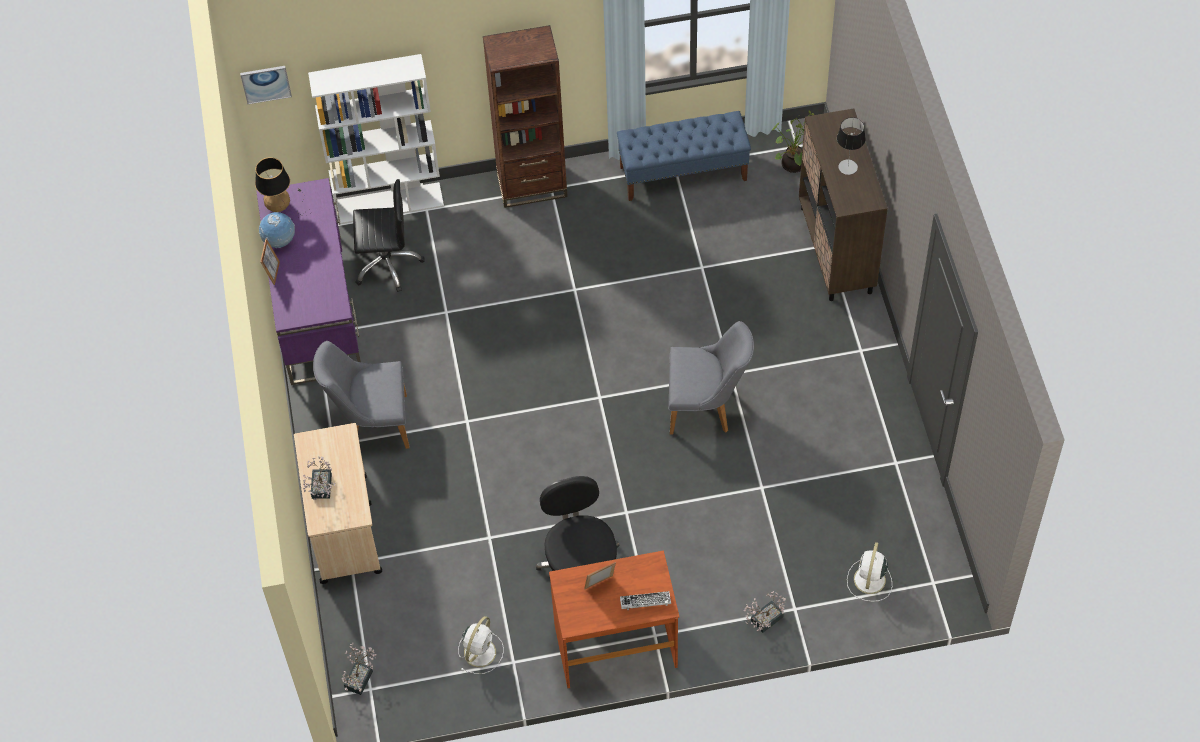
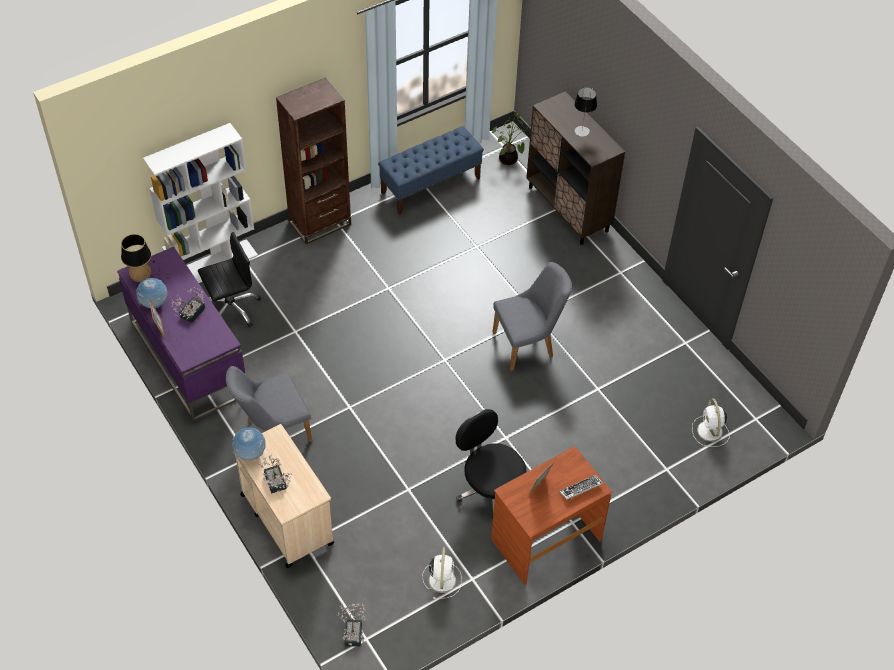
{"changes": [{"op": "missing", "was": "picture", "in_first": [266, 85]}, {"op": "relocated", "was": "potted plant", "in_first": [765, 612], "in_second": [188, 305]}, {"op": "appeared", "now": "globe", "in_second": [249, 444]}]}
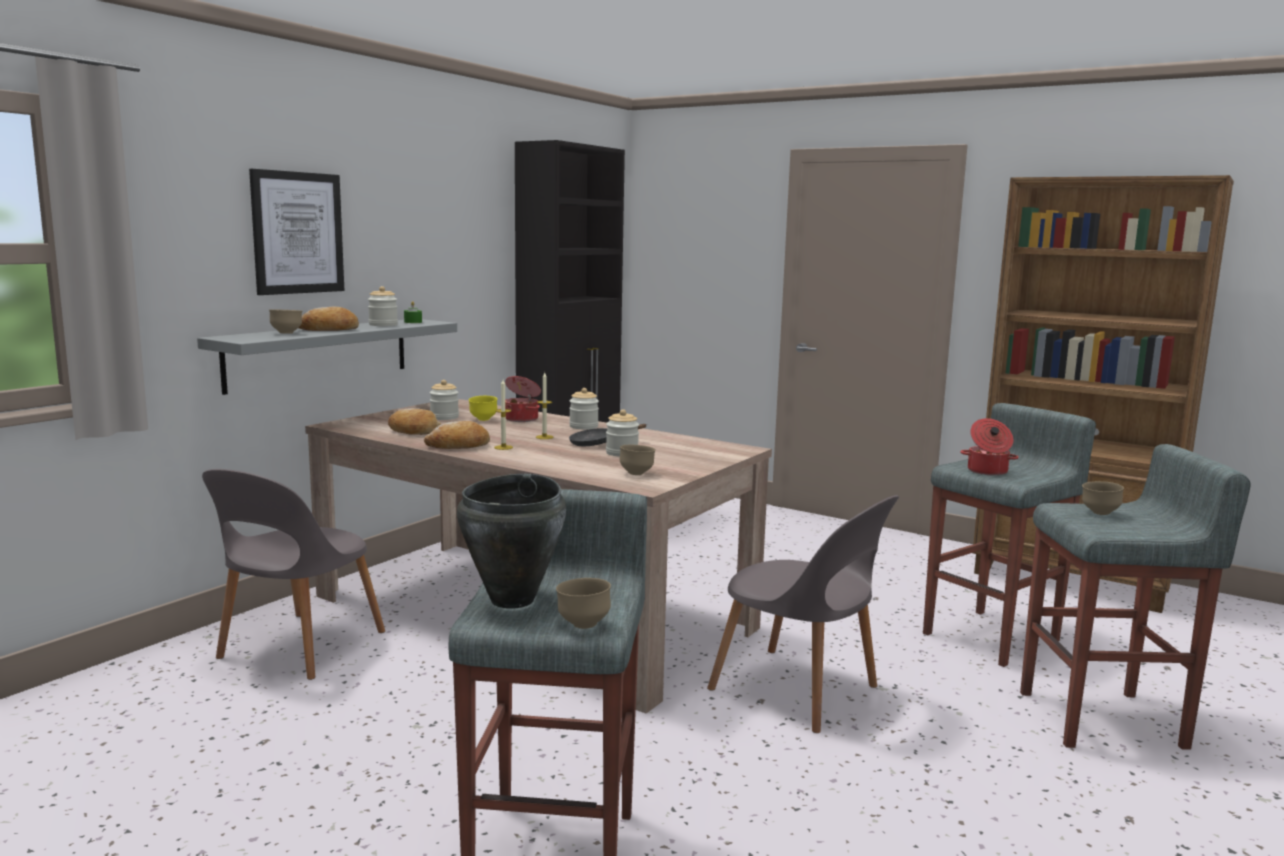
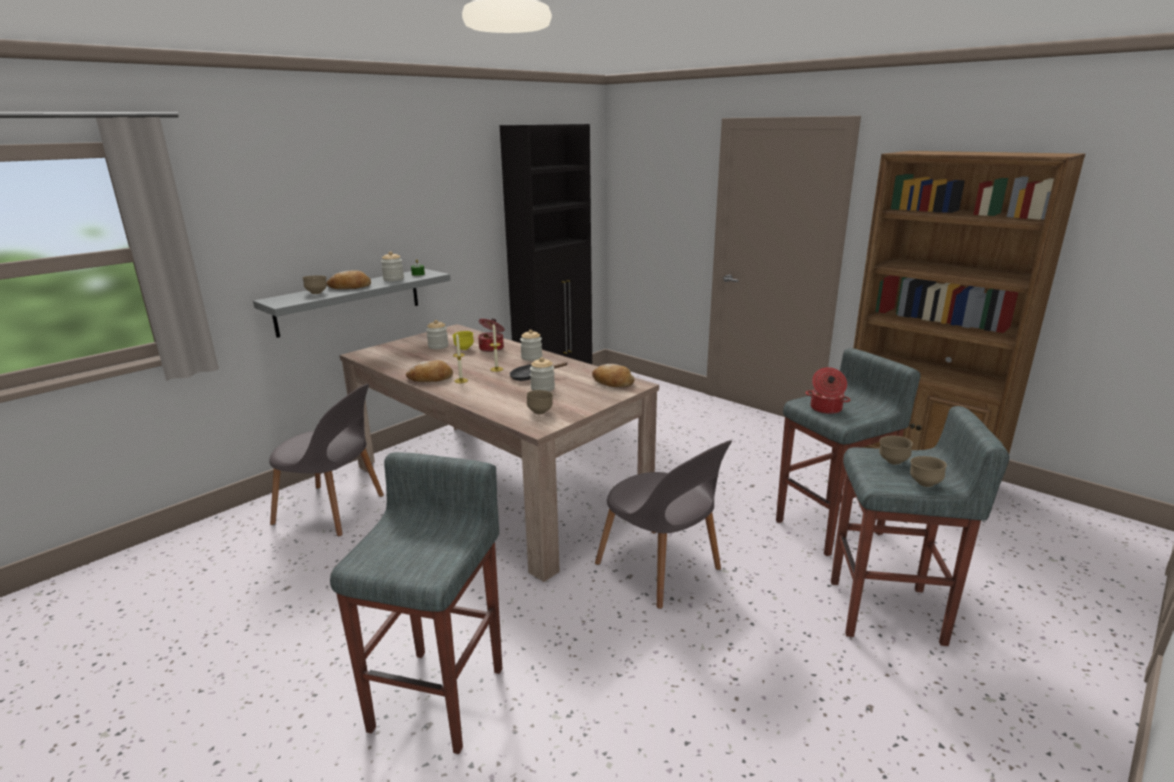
{"changes": [{"op": "missing", "was": "picture", "in_first": [296, 232]}, {"op": "relocated", "was": "bread", "in_first": [414, 421], "in_second": [613, 375]}, {"op": "spun", "was": "grey chair", "in_first": [293, 574], "in_second": [326, 460], "clockwise": -105}, {"op": "missing", "was": "black cooking pot", "in_first": [511, 541]}, {"op": "relocated", "was": "brown bowl", "in_first": [583, 603], "in_second": [928, 471]}]}
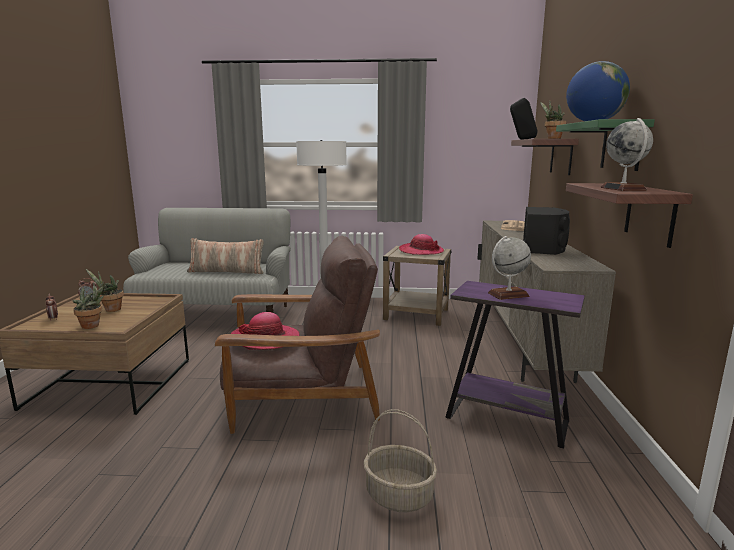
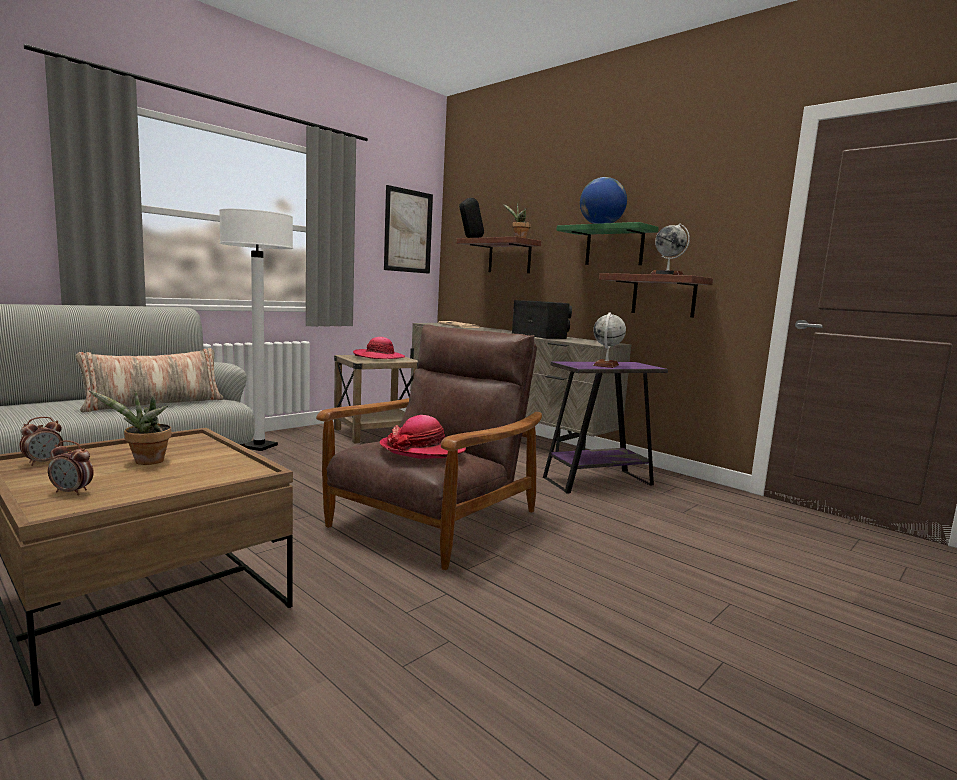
{"changes": [{"op": "missing", "was": "potted plant", "in_first": [88, 305]}, {"op": "missing", "was": "basket", "in_first": [400, 460]}, {"op": "appeared", "now": "picture", "in_second": [408, 229]}]}
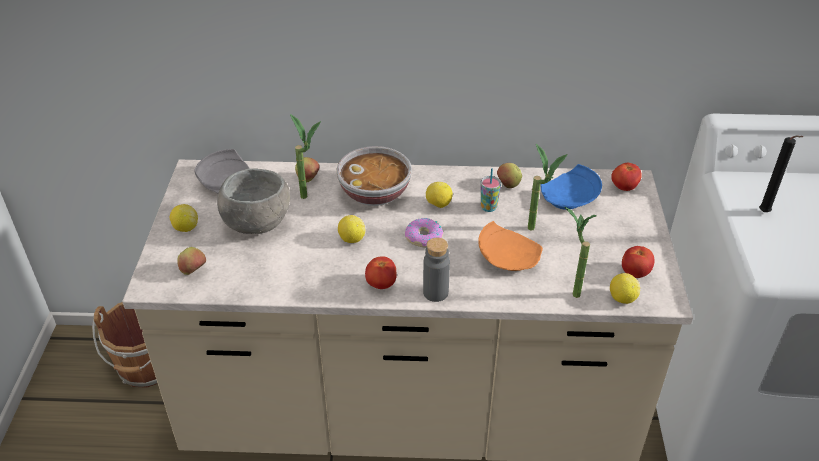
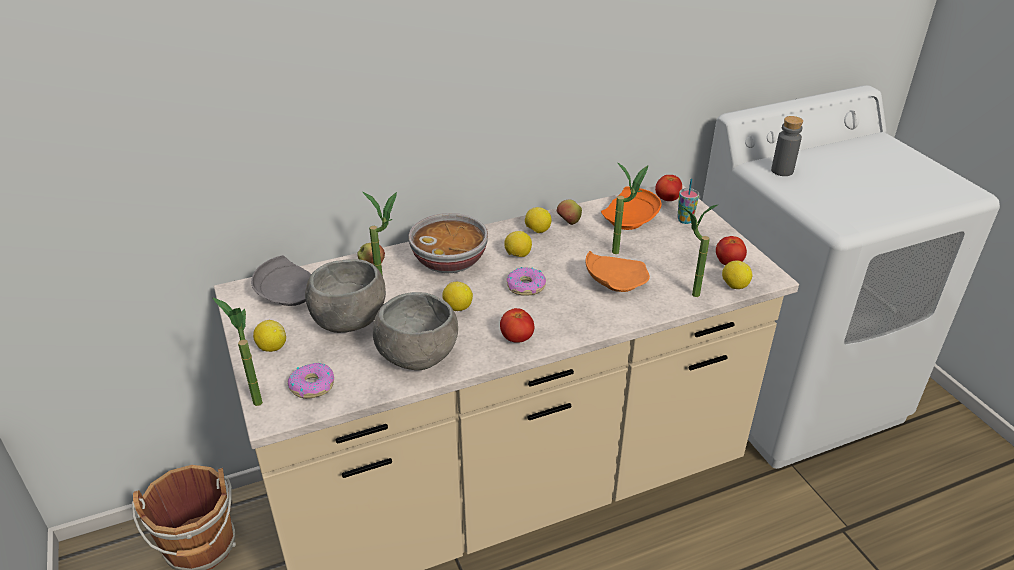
{"changes": [{"op": "missing", "was": "black candle", "in_first": [781, 174]}, {"op": "colour", "was": "blue plate", "now": "orange plate", "in_first": [571, 187], "in_second": [631, 208]}, {"op": "relocated", "was": "cup", "in_first": [491, 190], "in_second": [688, 201]}, {"op": "relocated", "was": "grey bottle", "in_first": [436, 270], "in_second": [787, 146]}, {"op": "exchanged", "was": "apple", "now": "donut", "in_first": [191, 261], "in_second": [311, 381]}, {"op": "appeared", "now": "lemon", "in_second": [538, 220]}, {"op": "appeared", "now": "grey bowl", "in_second": [415, 331]}, {"op": "appeared", "now": "potted plant", "in_second": [238, 352]}]}
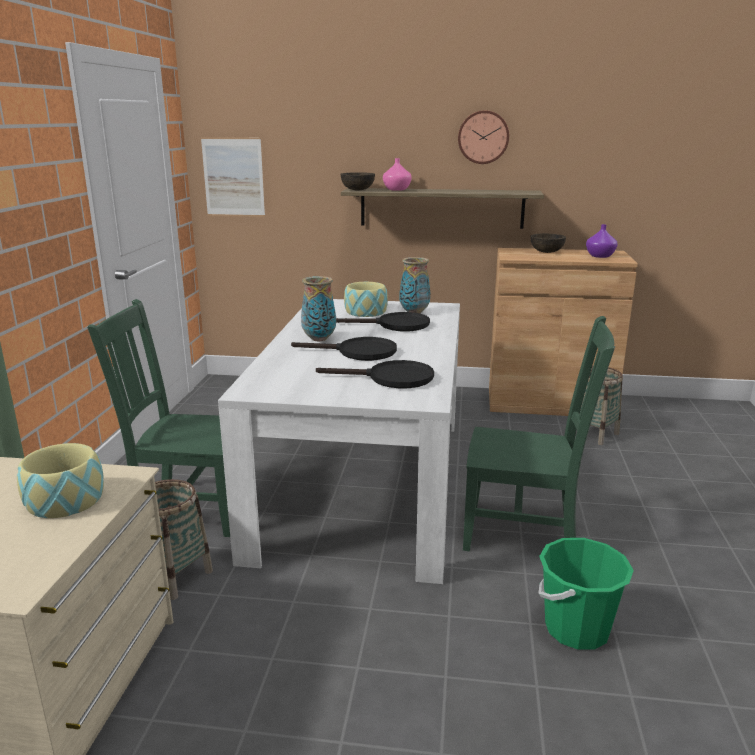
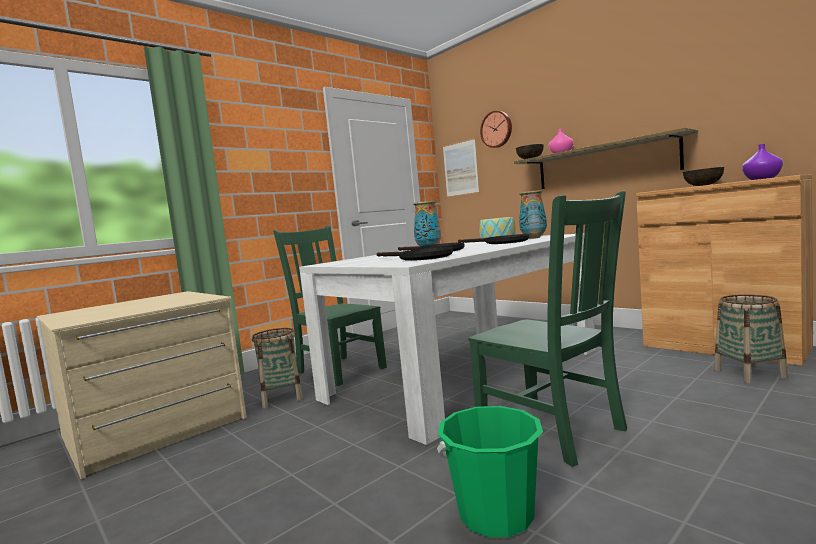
{"changes": [{"op": "relocated", "was": "wall clock", "in_first": [483, 137], "in_second": [496, 129]}, {"op": "missing", "was": "bowl", "in_first": [60, 480]}]}
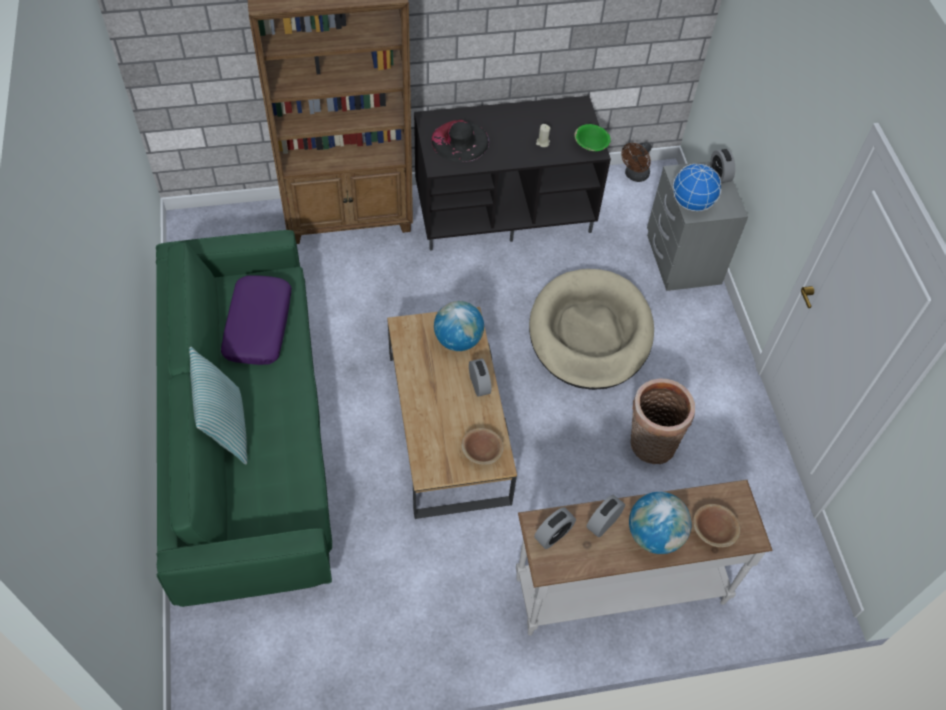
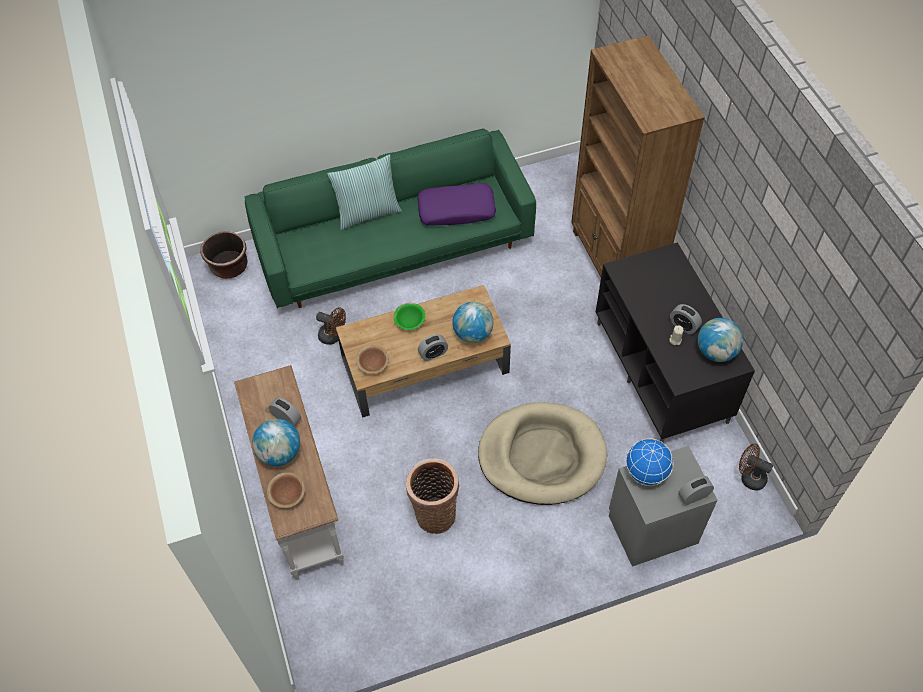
{"changes": [{"op": "missing", "was": "black hat", "in_first": [460, 141]}, {"op": "relocated", "was": "green bowl", "in_first": [592, 137], "in_second": [409, 316]}, {"op": "relocated", "was": "alarm clock", "in_first": [555, 528], "in_second": [686, 319]}, {"op": "appeared", "now": "brown planter", "in_second": [224, 255]}, {"op": "appeared", "now": "brown fan", "in_second": [331, 326]}, {"op": "appeared", "now": "globe", "in_second": [720, 340]}]}
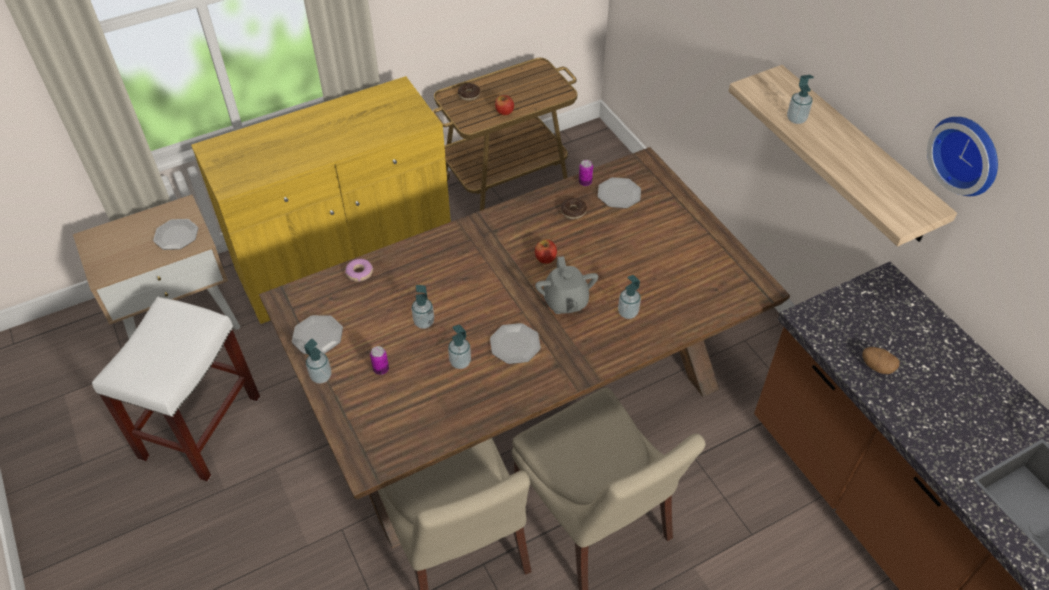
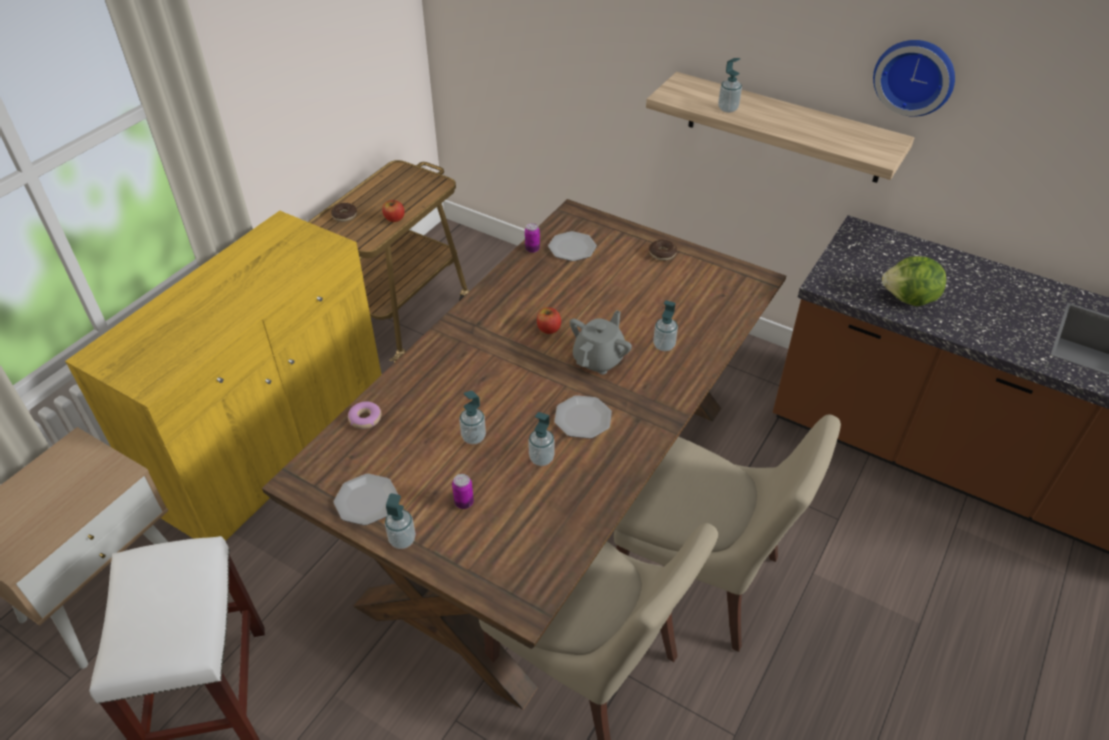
{"changes": [{"op": "relocated", "was": "donut", "in_first": [574, 208], "in_second": [663, 250]}, {"op": "missing", "was": "plate", "in_first": [175, 234]}, {"op": "spun", "was": "grey teapot", "in_first": [566, 285], "in_second": [601, 342], "clockwise": -105}, {"op": "exchanged", "was": "potato", "now": "lettuce", "in_first": [881, 360], "in_second": [914, 281]}]}
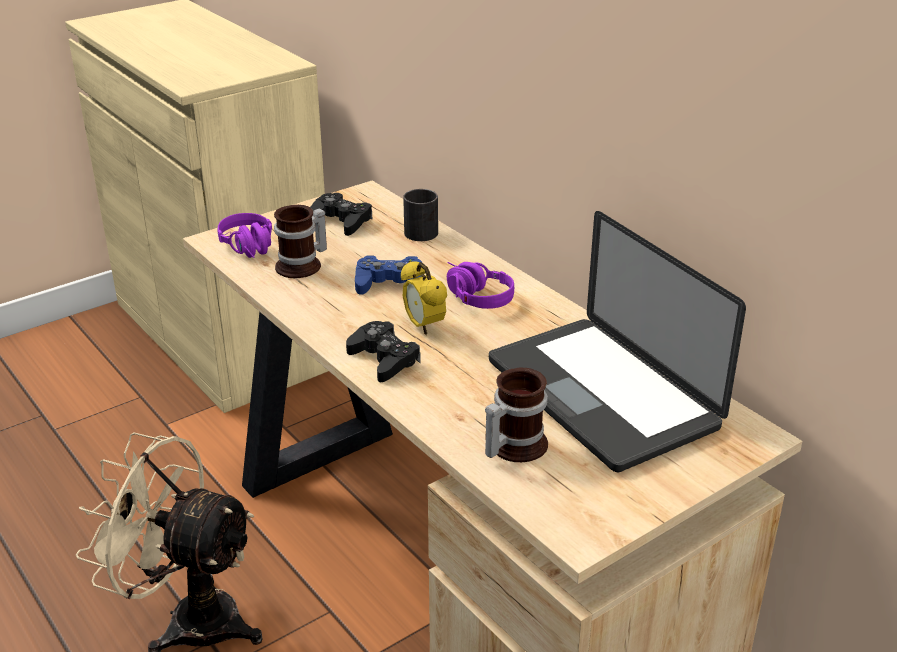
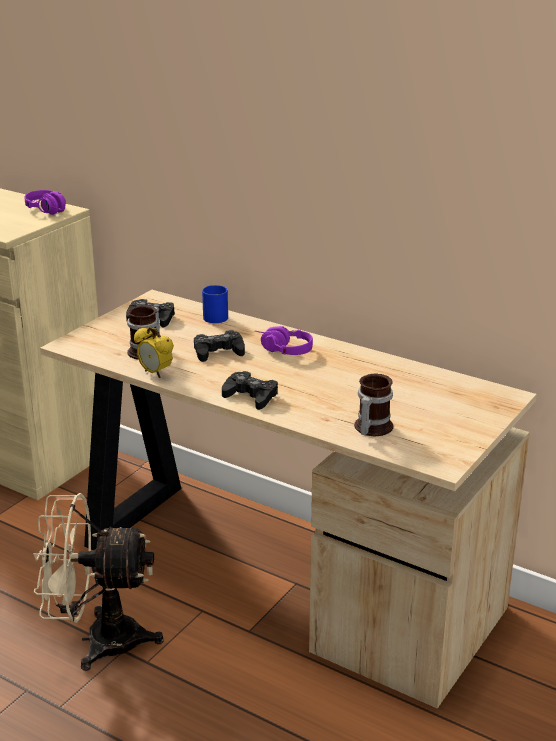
{"changes": [{"op": "colour", "was": "black mug", "now": "blue mug", "in_first": [420, 215], "in_second": [215, 304]}, {"op": "missing", "was": "laptop", "in_first": [617, 341]}, {"op": "relocated", "was": "purple headphones", "in_first": [245, 235], "in_second": [45, 202]}, {"op": "colour", "was": "blue game controller", "now": "black game controller", "in_first": [388, 274], "in_second": [219, 346]}, {"op": "relocated", "was": "alarm clock", "in_first": [424, 297], "in_second": [154, 352]}]}
